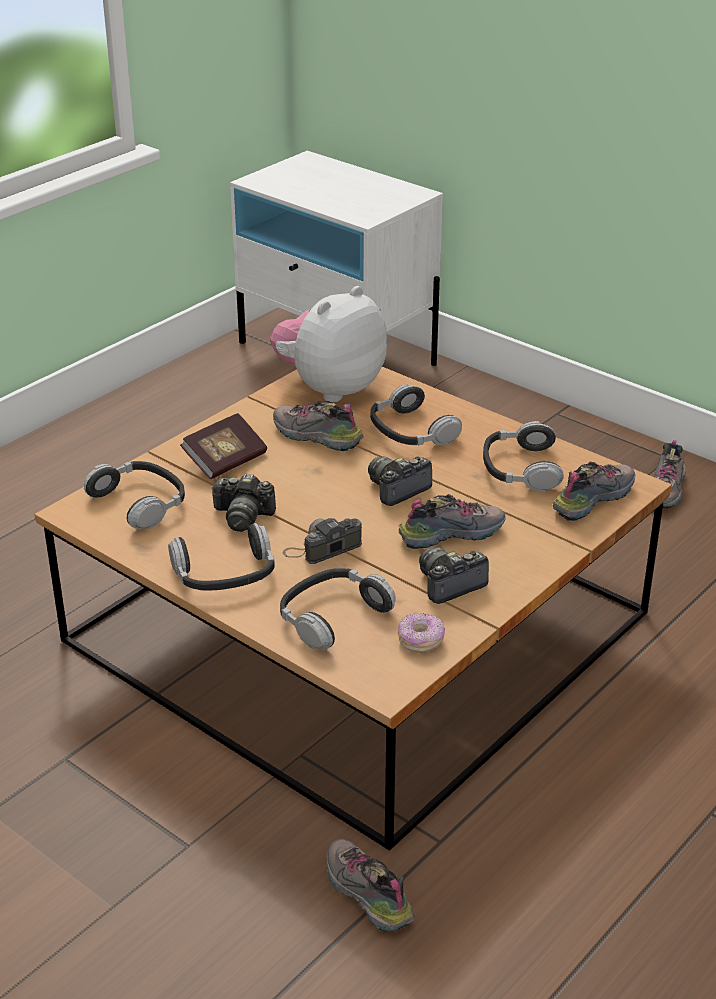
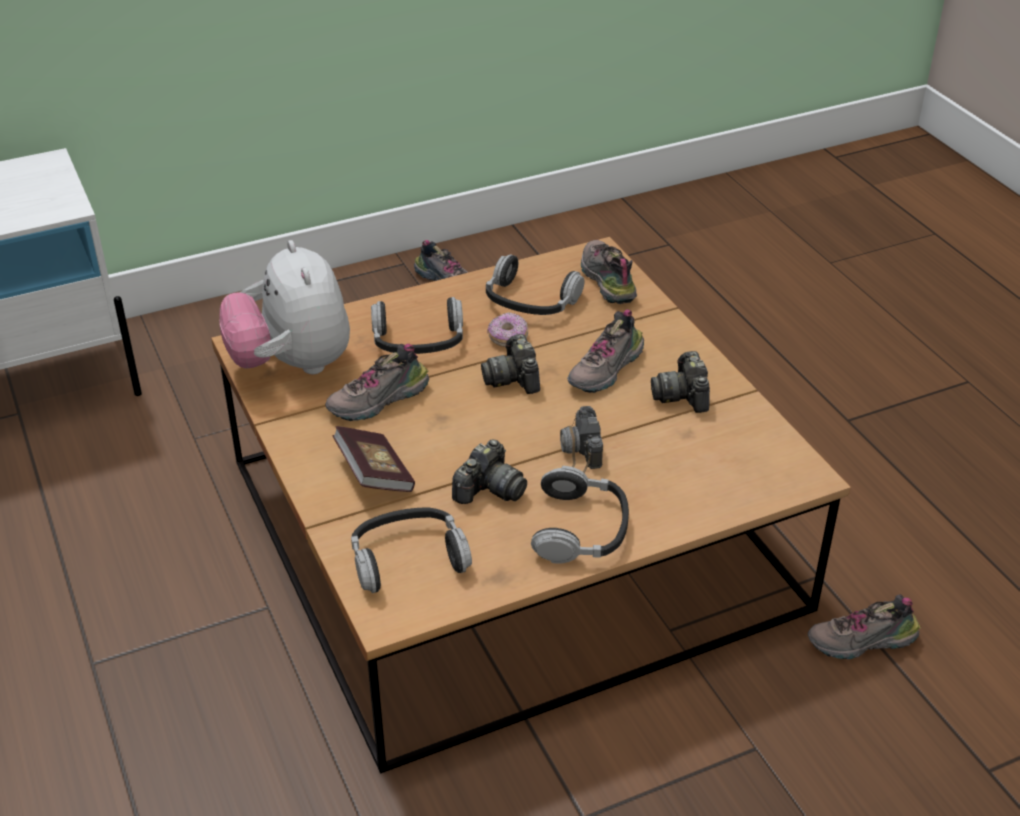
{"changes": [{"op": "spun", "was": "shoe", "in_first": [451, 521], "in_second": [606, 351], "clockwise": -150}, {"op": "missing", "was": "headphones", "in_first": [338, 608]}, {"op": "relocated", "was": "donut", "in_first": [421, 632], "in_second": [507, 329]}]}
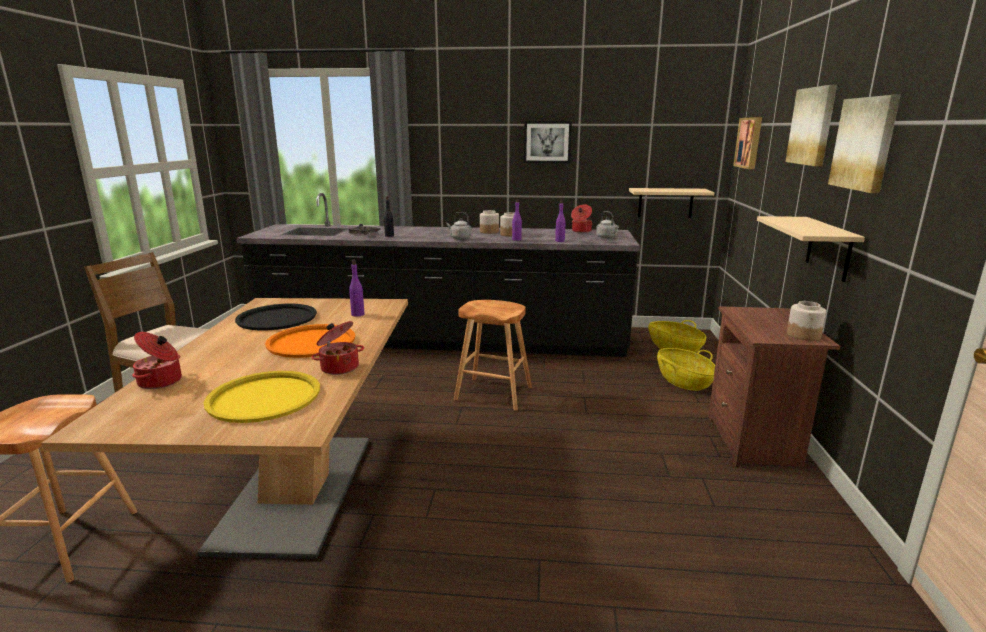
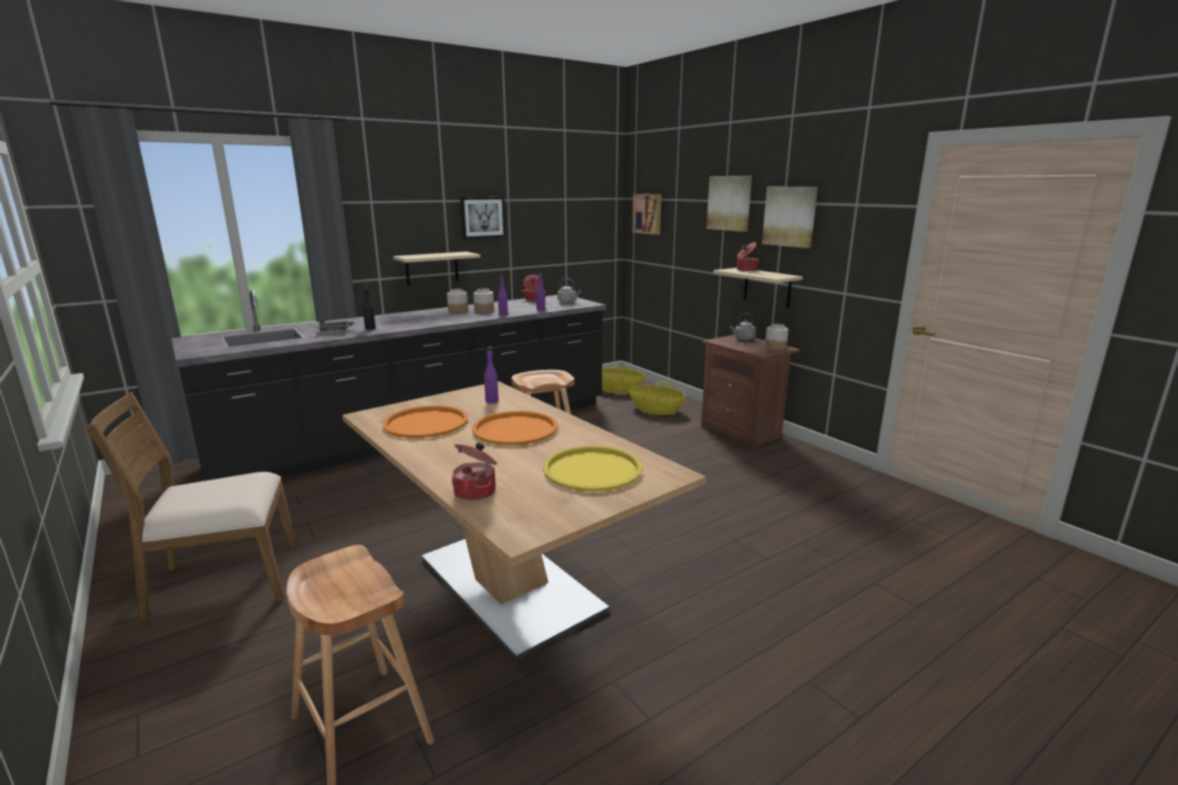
{"changes": [{"op": "relocated", "was": "beige shelf", "in_first": [671, 203], "in_second": [436, 269]}, {"op": "relocated", "was": "grey kettle", "in_first": [459, 226], "in_second": [743, 326]}, {"op": "colour", "was": "black tray", "now": "orange tray", "in_first": [276, 317], "in_second": [425, 421]}, {"op": "relocated", "was": "cooking pot", "in_first": [337, 348], "in_second": [748, 257]}]}
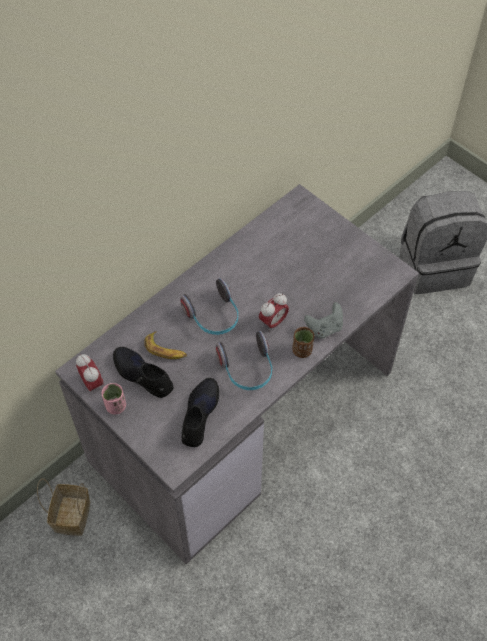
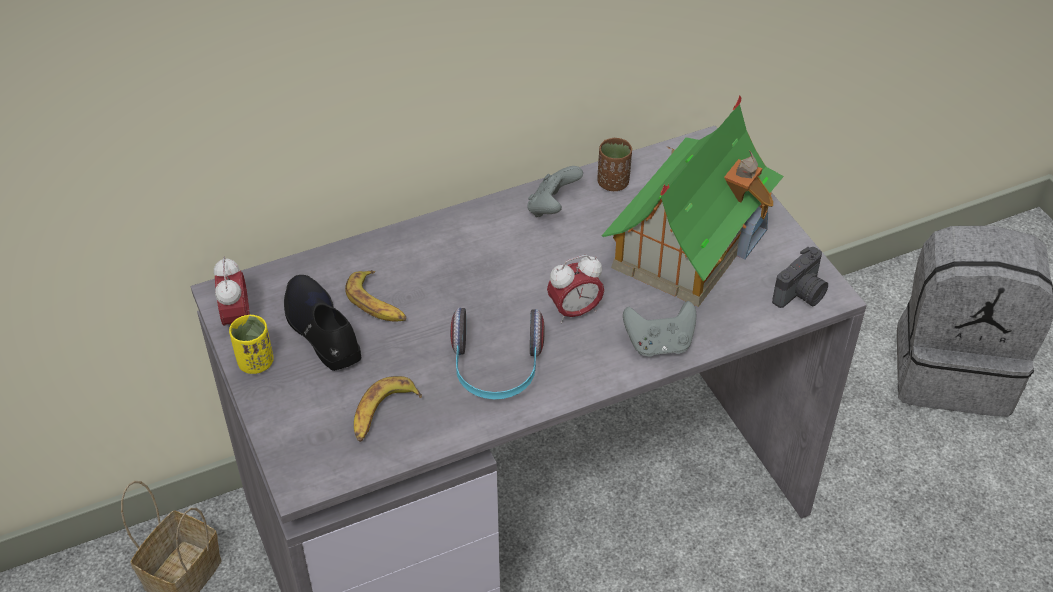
{"changes": [{"op": "missing", "was": "headphones", "in_first": [209, 306]}, {"op": "relocated", "was": "brown cup", "in_first": [303, 342], "in_second": [614, 164]}, {"op": "exchanged", "was": "black shoe", "now": "banana", "in_first": [200, 412], "in_second": [388, 409]}, {"op": "colour", "was": "pink cup", "now": "yellow cup", "in_first": [114, 399], "in_second": [251, 344]}, {"op": "appeared", "now": "toy house", "in_second": [693, 201]}, {"op": "appeared", "now": "grey game controller", "in_second": [555, 191]}, {"op": "appeared", "now": "photo camera", "in_second": [800, 277]}]}
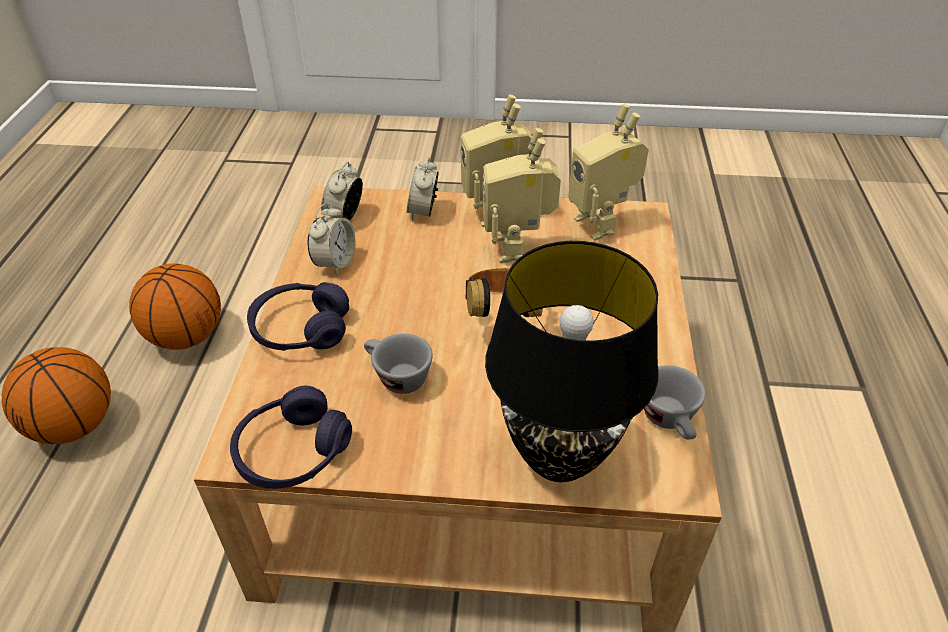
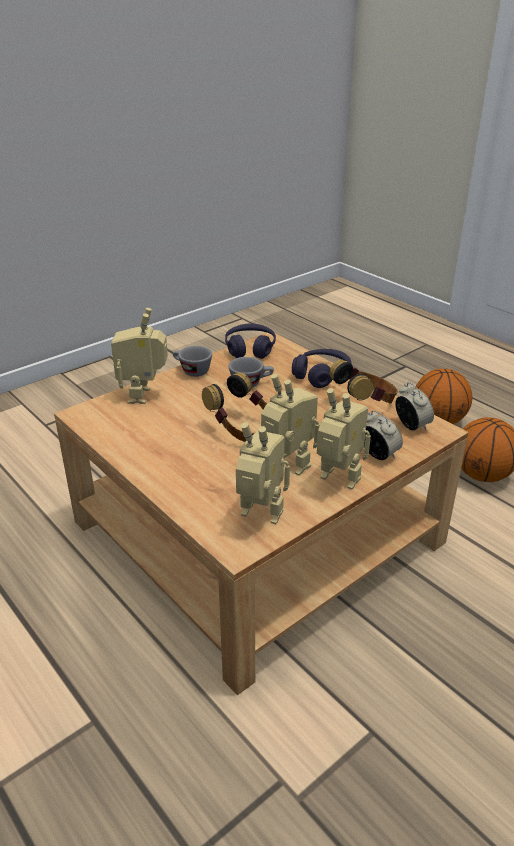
{"changes": [{"op": "exchanged", "was": "alarm clock", "now": "headphones", "in_first": [331, 239], "in_second": [363, 381]}, {"op": "exchanged", "was": "black table lamp", "now": "toy robot", "in_first": [572, 361], "in_second": [139, 356]}, {"op": "relocated", "was": "grey cup", "in_first": [675, 402], "in_second": [192, 361]}]}
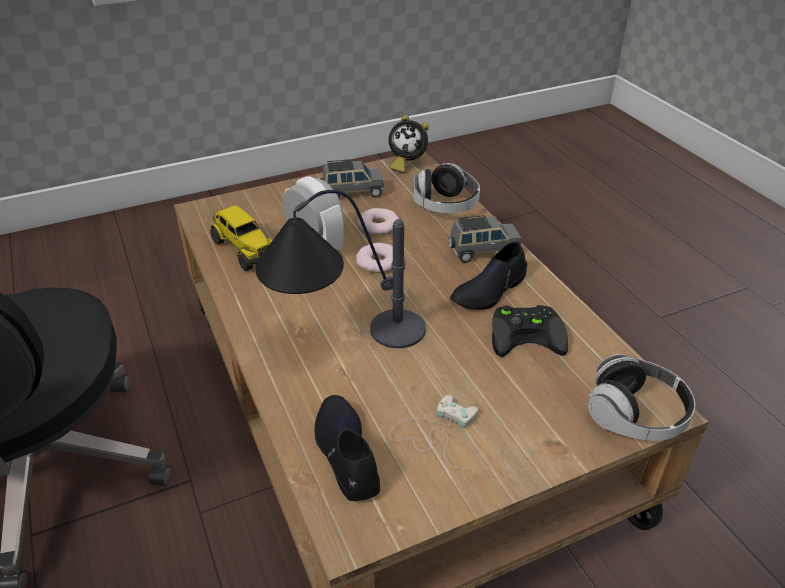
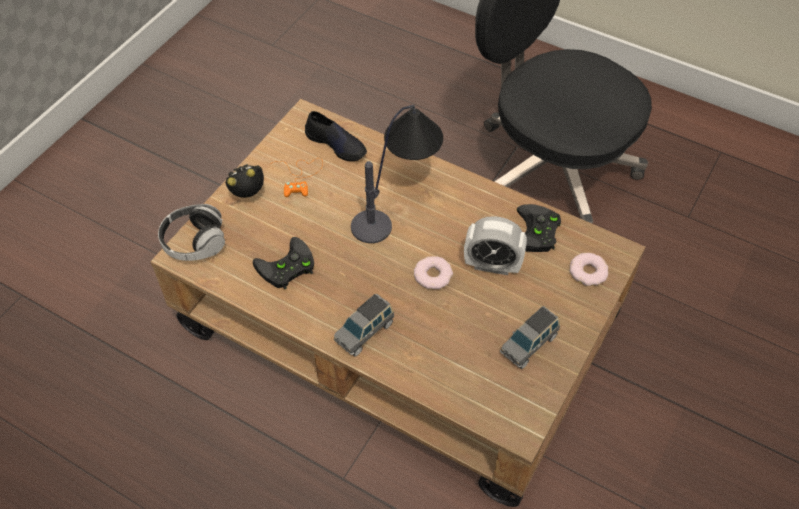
{"changes": [{"op": "relocated", "was": "alarm clock", "in_first": [409, 144], "in_second": [244, 181]}, {"op": "missing", "was": "headphones", "in_first": [446, 188]}, {"op": "exchanged", "was": "toy truck", "now": "black game controller", "in_first": [241, 238], "in_second": [539, 228]}, {"op": "relocated", "was": "donut", "in_first": [378, 221], "in_second": [588, 269]}, {"op": "missing", "was": "black shoe", "in_first": [488, 275]}, {"op": "colour", "was": "white game controller", "now": "orange game controller", "in_first": [434, 432], "in_second": [296, 177]}]}
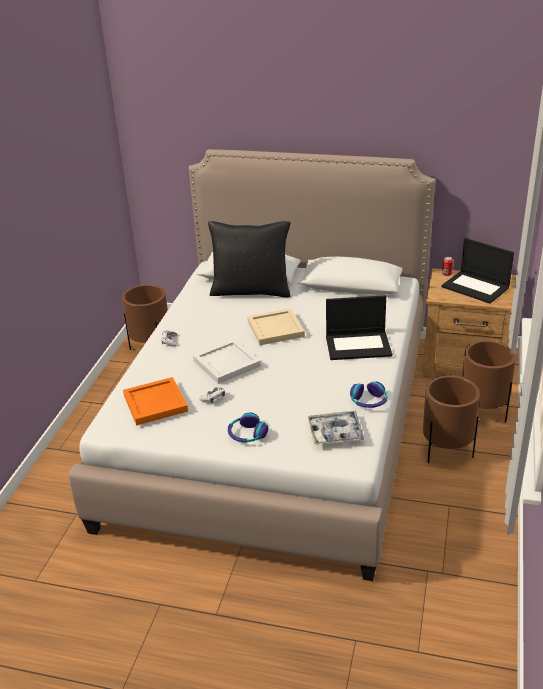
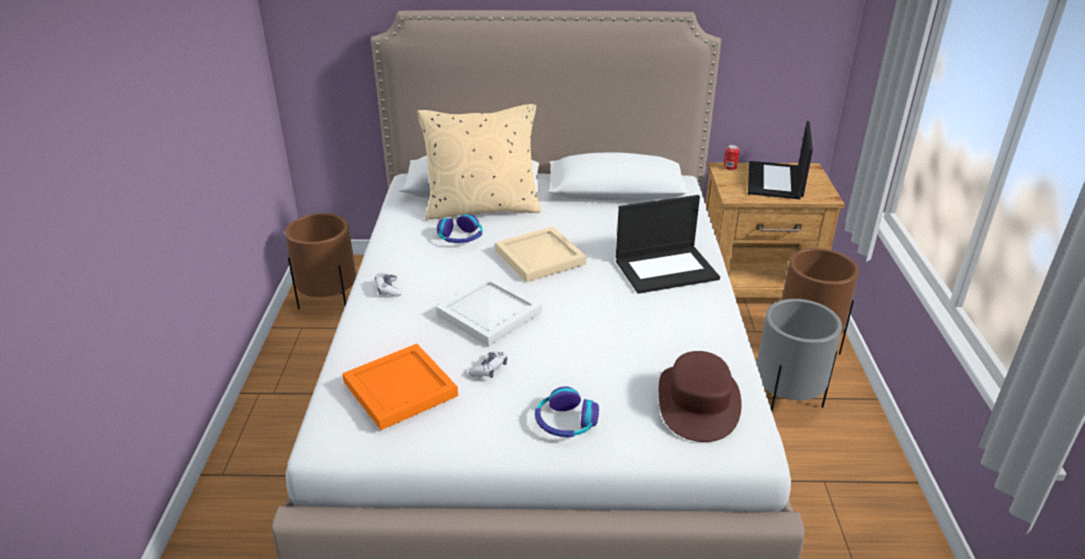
{"changes": [{"op": "colour", "was": "black pillow", "now": "beige pillow", "in_first": [249, 259], "in_second": [479, 162]}, {"op": "spun", "was": "laptop", "in_first": [477, 271], "in_second": [780, 160], "clockwise": 75}, {"op": "colour", "was": "brown planter", "now": "grey planter", "in_first": [451, 419], "in_second": [799, 355]}, {"op": "relocated", "was": "headphones", "in_first": [368, 395], "in_second": [459, 228]}, {"op": "exchanged", "was": "tray", "now": "brown hat", "in_first": [336, 428], "in_second": [700, 396]}]}
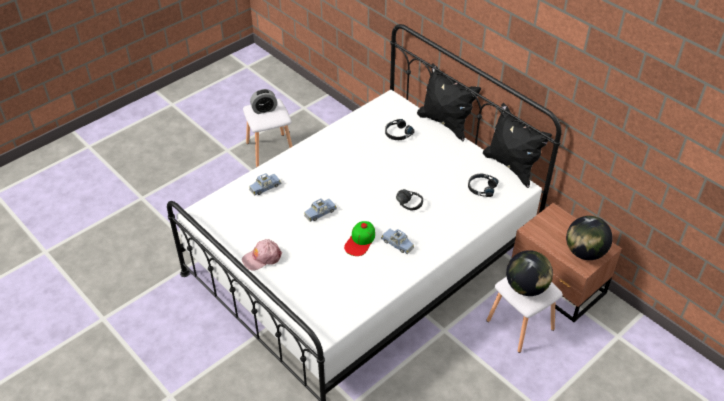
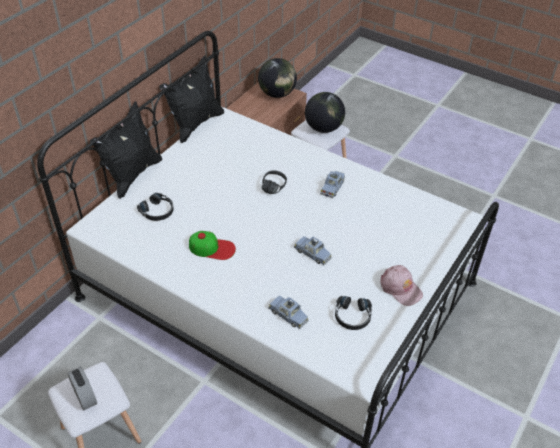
{"changes": [{"op": "relocated", "was": "black headphones", "in_first": [483, 185], "in_second": [353, 313]}, {"op": "relocated", "was": "cap", "in_first": [359, 238], "in_second": [212, 245]}]}
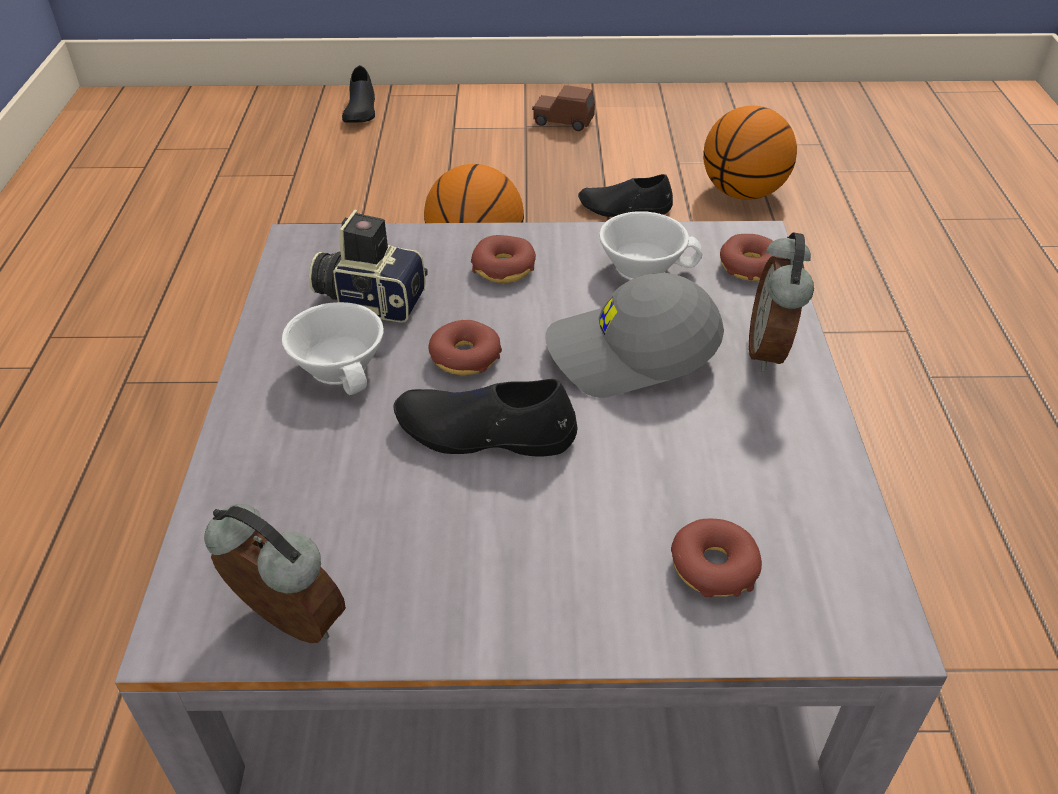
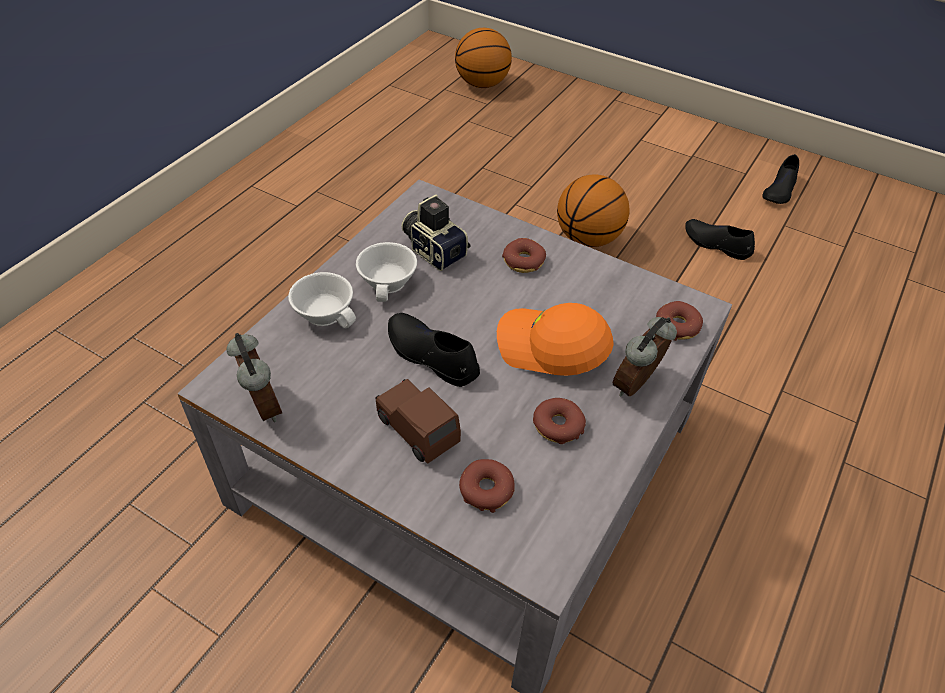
{"changes": [{"op": "relocated", "was": "black shoe", "in_first": [358, 94], "in_second": [780, 179]}, {"op": "relocated", "was": "brown toy car", "in_first": [563, 108], "in_second": [418, 421]}, {"op": "relocated", "was": "basketball", "in_first": [750, 153], "in_second": [483, 58]}, {"op": "relocated", "was": "white cup", "in_first": [650, 245], "in_second": [322, 300]}, {"op": "colour", "was": "grey cap", "now": "orange cap", "in_first": [634, 335], "in_second": [555, 339]}, {"op": "relocated", "was": "donut", "in_first": [465, 347], "in_second": [559, 421]}]}
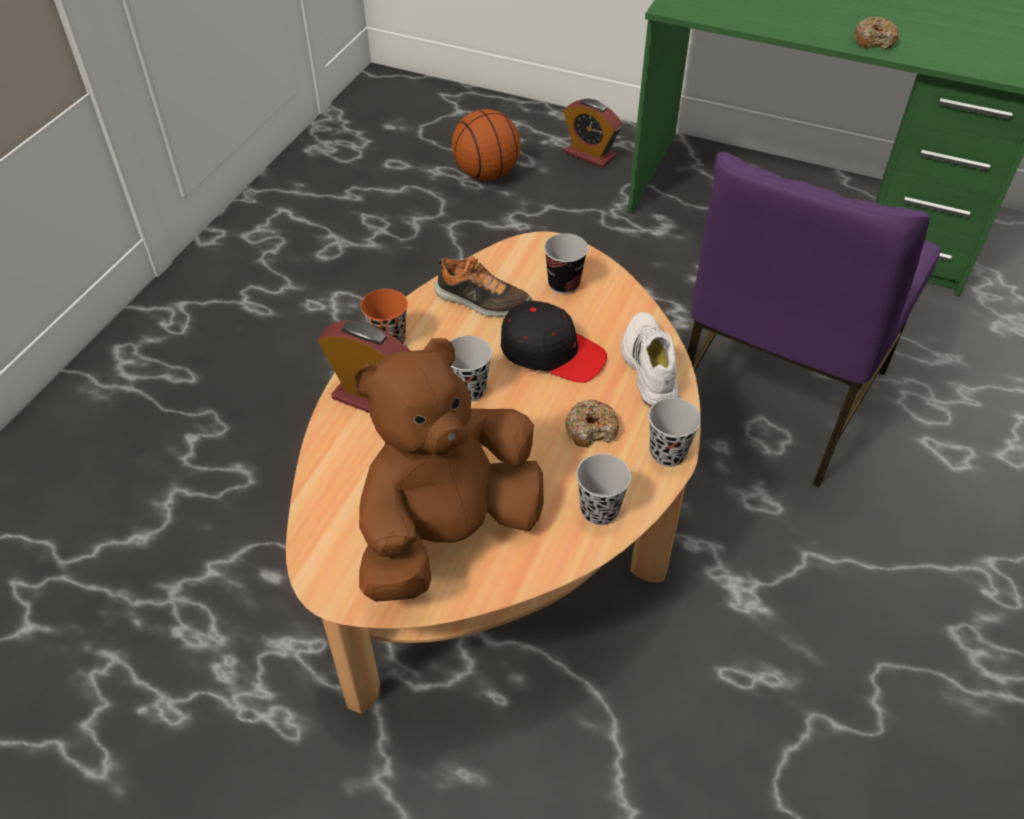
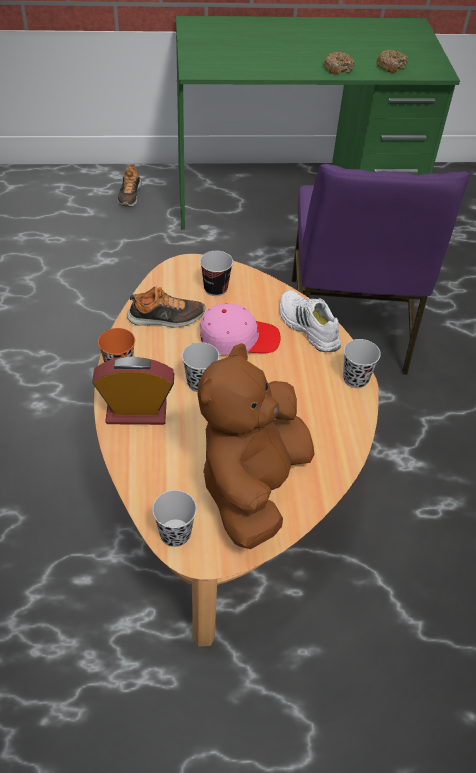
{"changes": [{"op": "exchanged", "was": "alarm clock", "now": "shoe", "in_first": [593, 133], "in_second": [129, 185]}, {"op": "missing", "was": "basketball", "in_first": [486, 144]}, {"op": "colour", "was": "black cap", "now": "pink cap", "in_first": [554, 342], "in_second": [240, 329]}, {"op": "relocated", "was": "donut", "in_first": [592, 423], "in_second": [392, 61]}, {"op": "relocated", "was": "black cup", "in_first": [603, 489], "in_second": [174, 518]}]}
